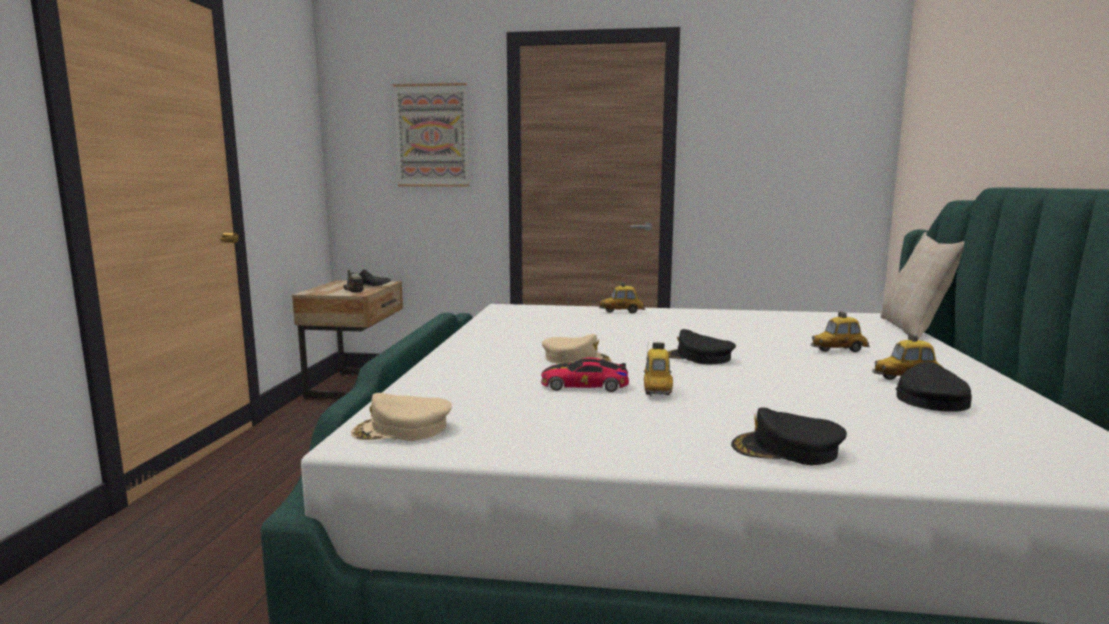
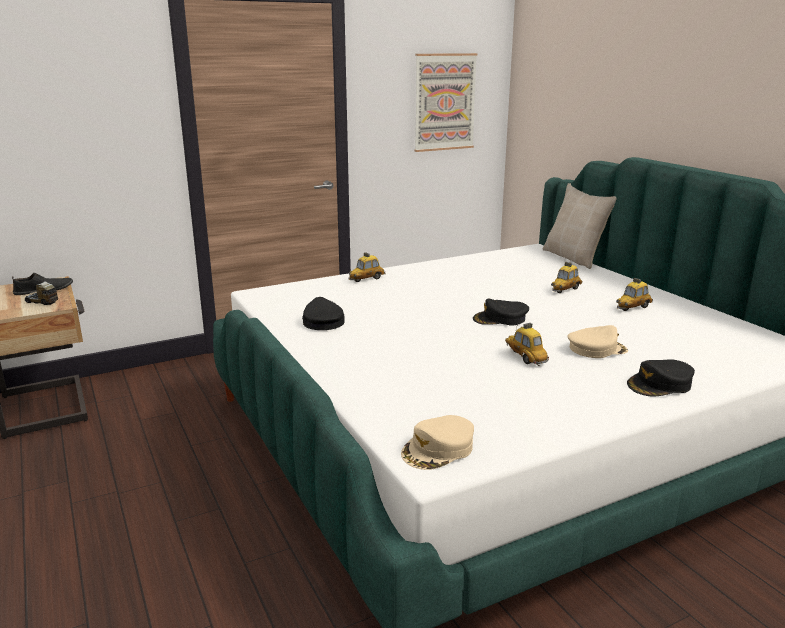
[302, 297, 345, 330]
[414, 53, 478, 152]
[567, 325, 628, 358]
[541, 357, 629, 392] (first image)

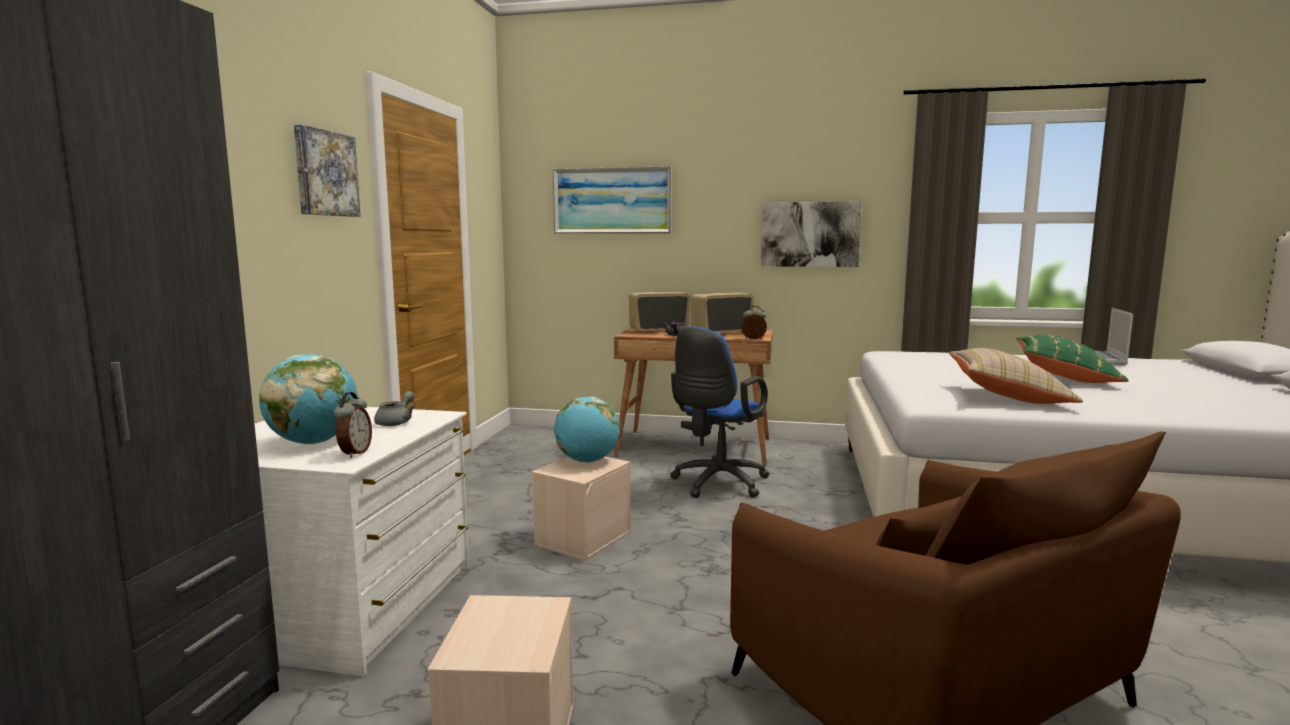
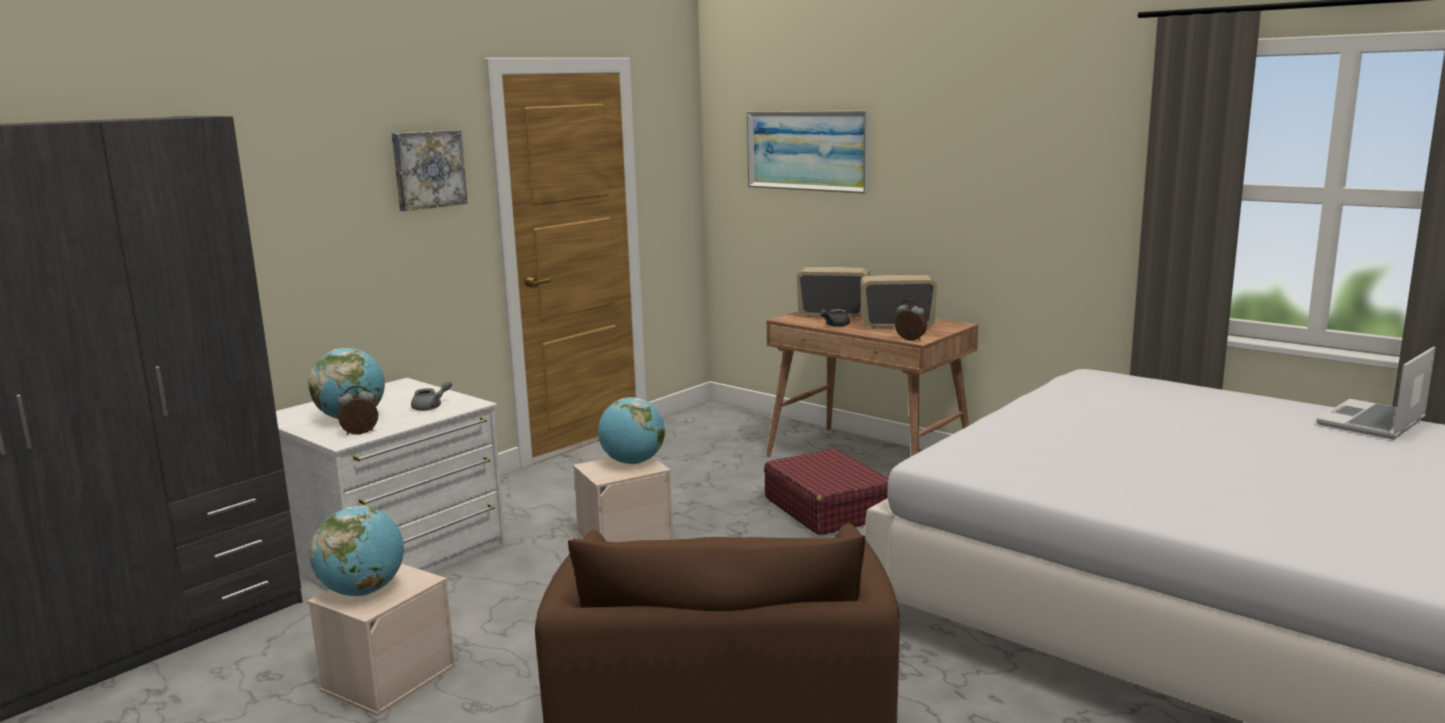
[310, 506, 404, 596]
[337, 386, 378, 435]
[764, 449, 889, 535]
[761, 201, 862, 267] (first image)
[949, 348, 1083, 404] (first image)
[1016, 334, 1129, 383] (first image)

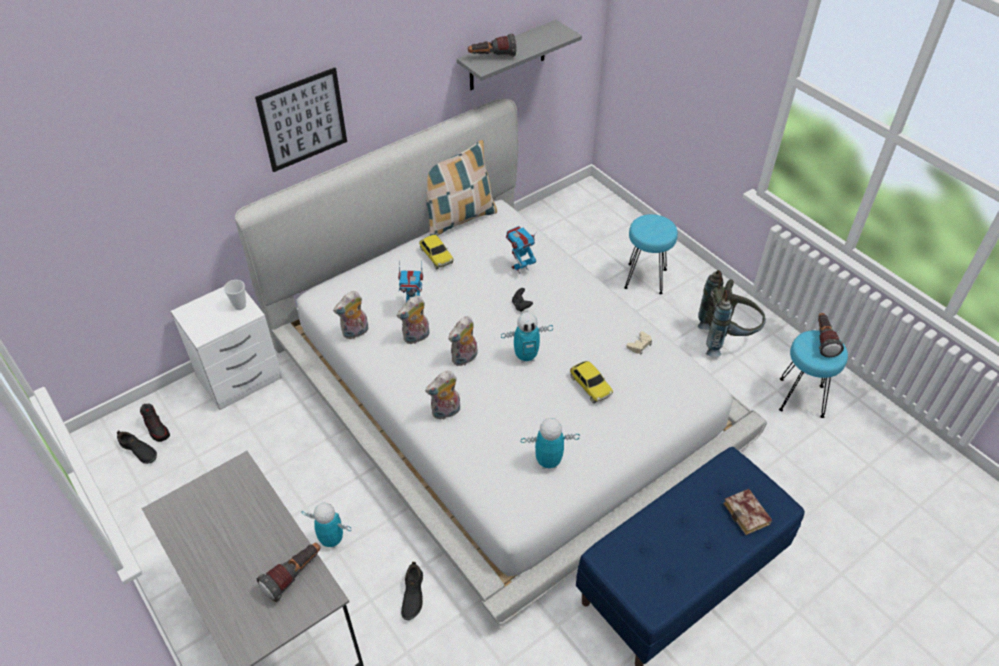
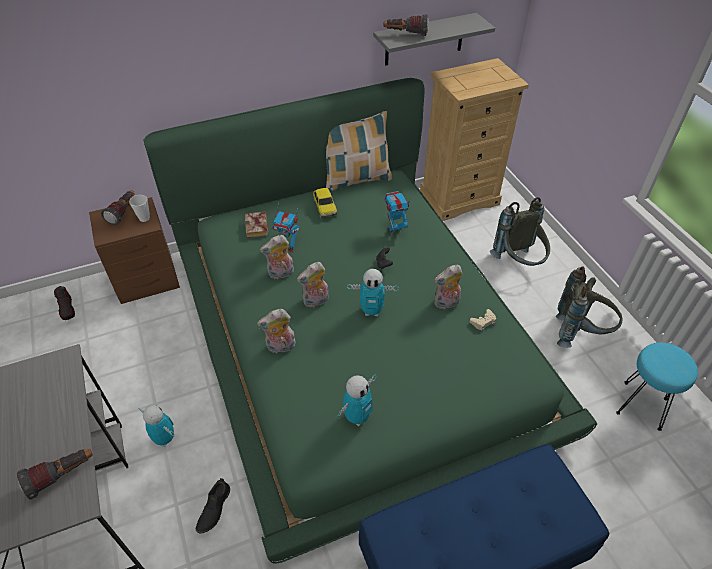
[89, 197, 180, 304]
[101, 190, 135, 225]
[143, 78, 597, 564]
[245, 212, 268, 238]
[338, 374, 377, 426]
[420, 58, 529, 221]
[434, 265, 462, 309]
[490, 197, 550, 266]
[117, 430, 157, 464] (first image)
[255, 67, 347, 172] (first image)
[570, 361, 613, 404] (first image)

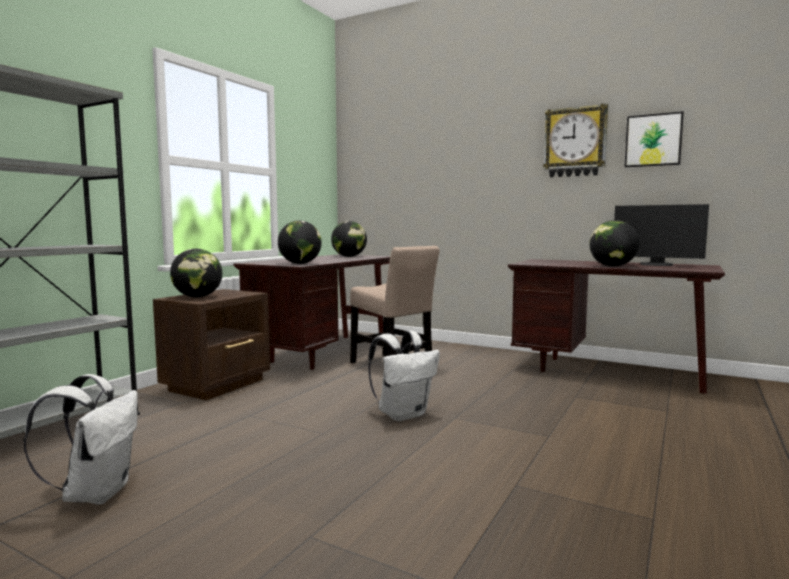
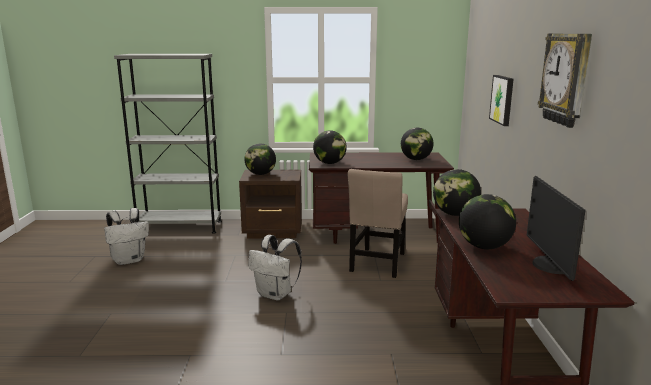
[433, 169, 481, 216]
[489, 75, 514, 126]

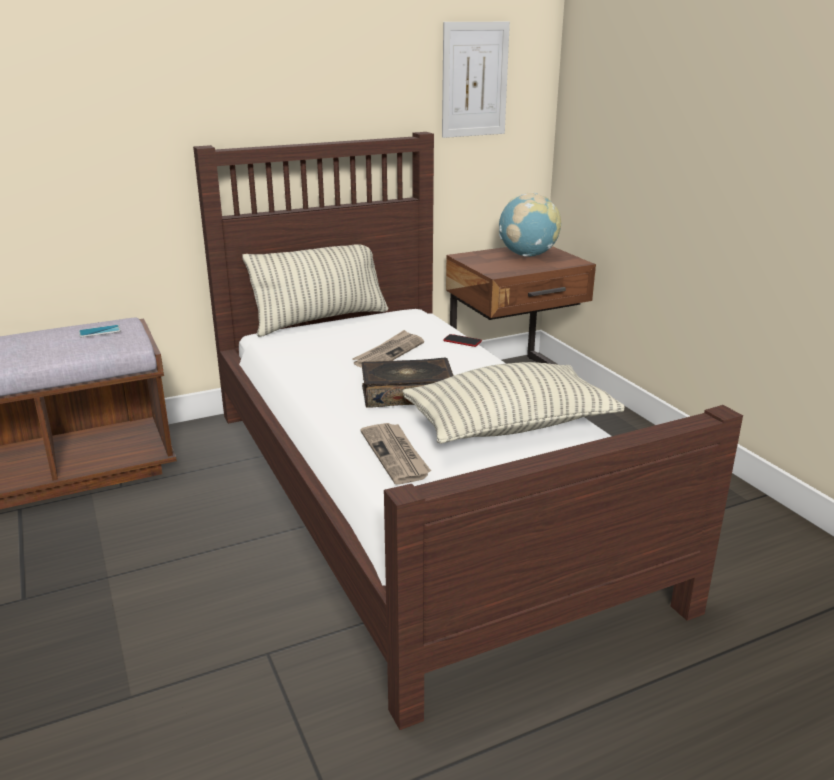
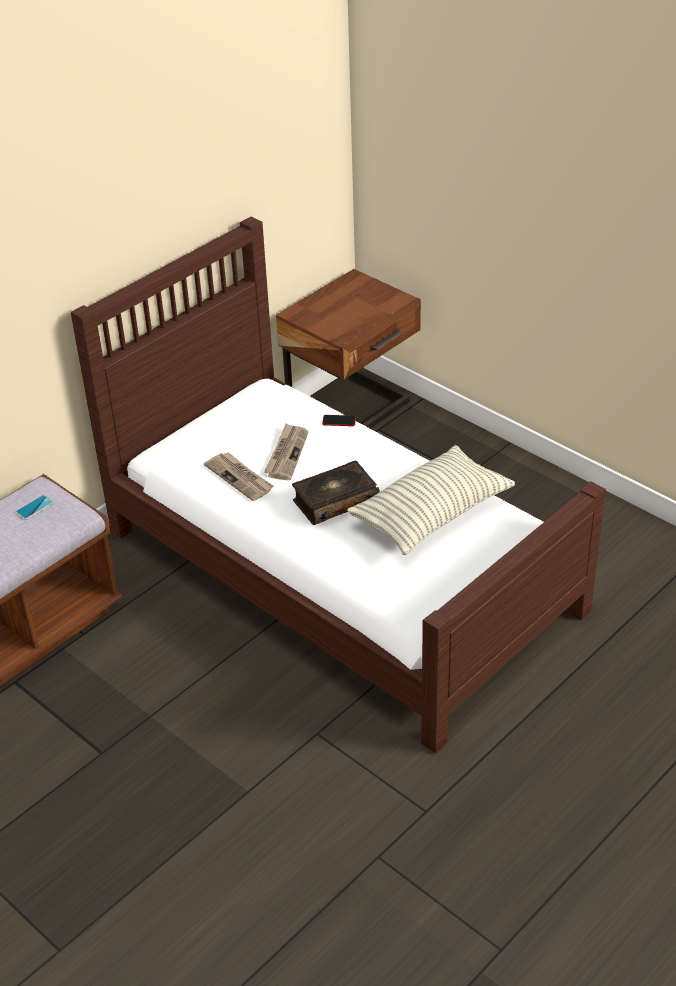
[204, 452, 273, 501]
[242, 244, 388, 337] (first image)
[442, 22, 510, 138] (first image)
[499, 193, 561, 257] (first image)

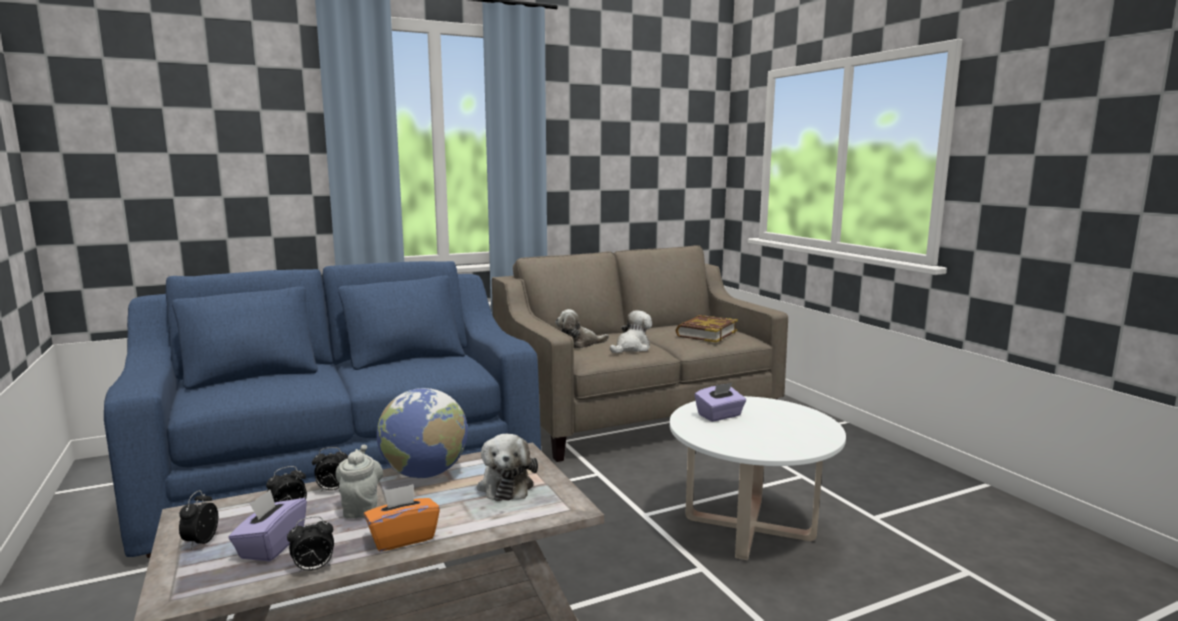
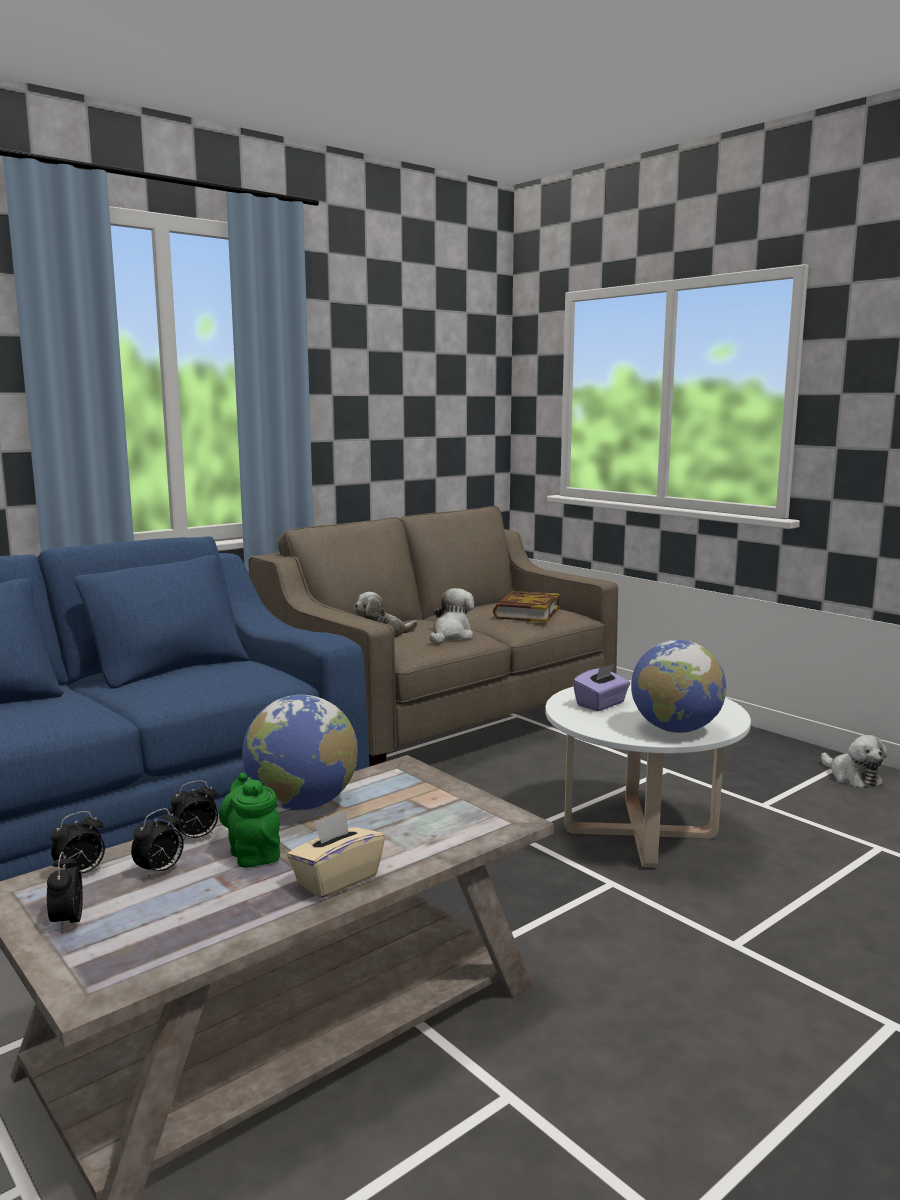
[51, 811, 105, 874]
[219, 773, 280, 868]
[287, 810, 385, 898]
[631, 640, 726, 733]
[821, 735, 888, 788]
[228, 490, 307, 562] (first image)

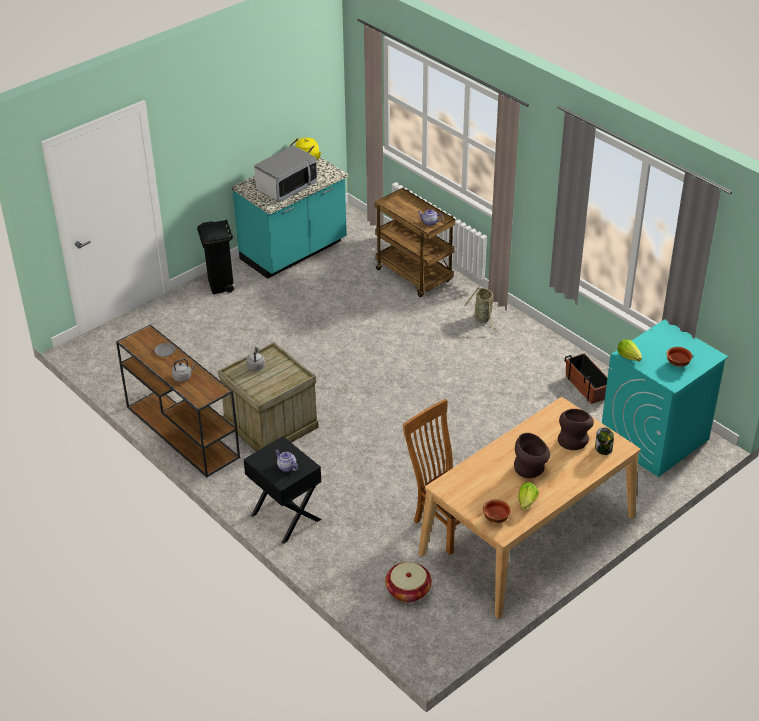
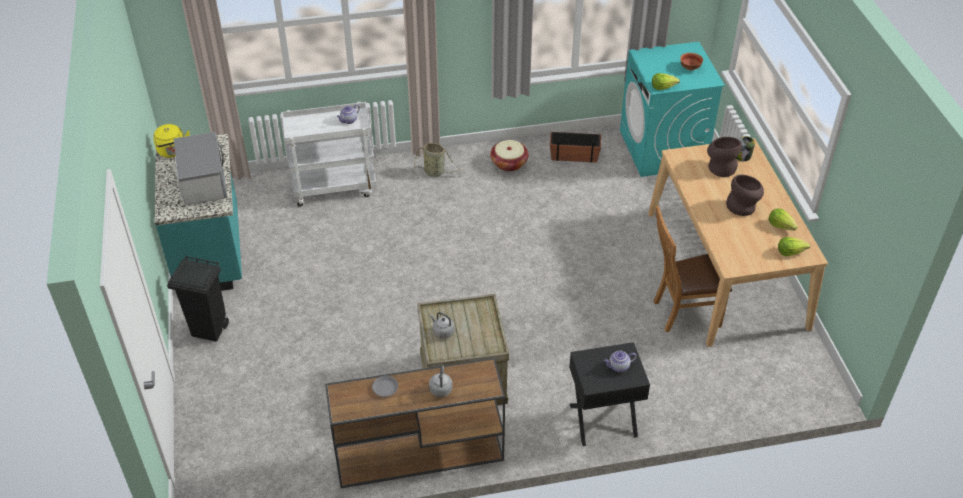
[281, 102, 377, 207]
[490, 140, 528, 171]
[778, 237, 810, 256]

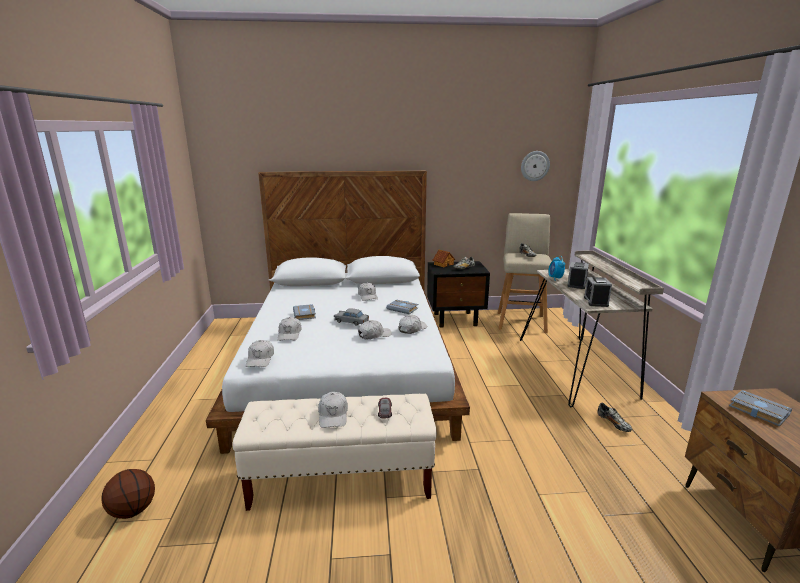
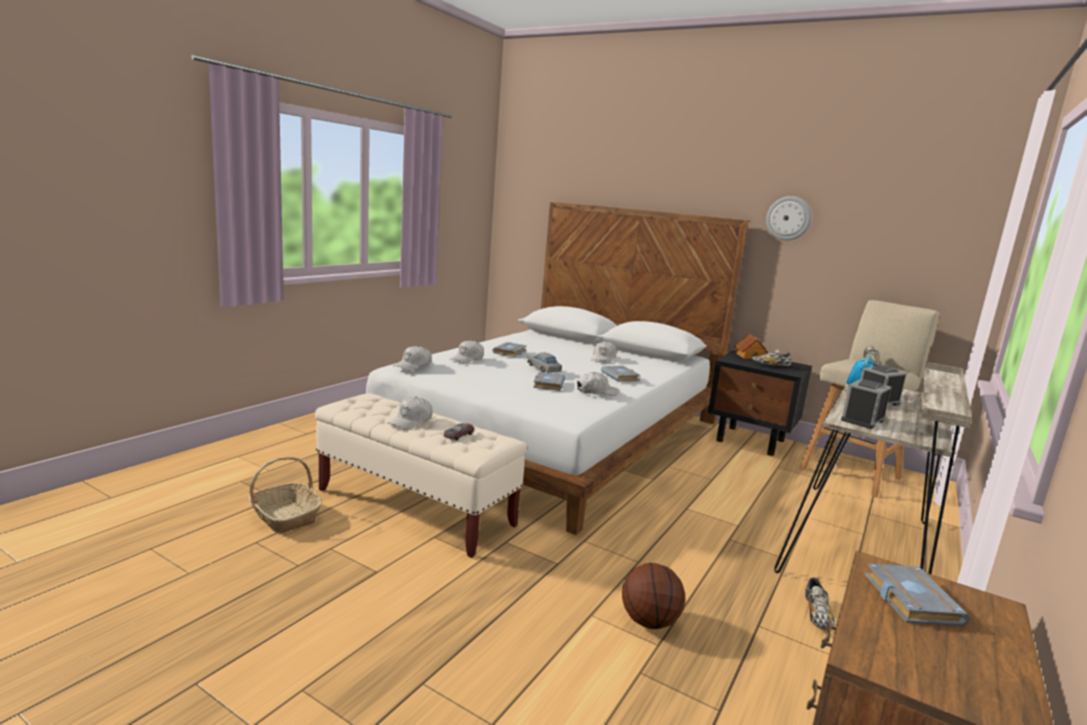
[249, 457, 322, 533]
[533, 372, 565, 391]
[622, 563, 685, 629]
[766, 196, 812, 241]

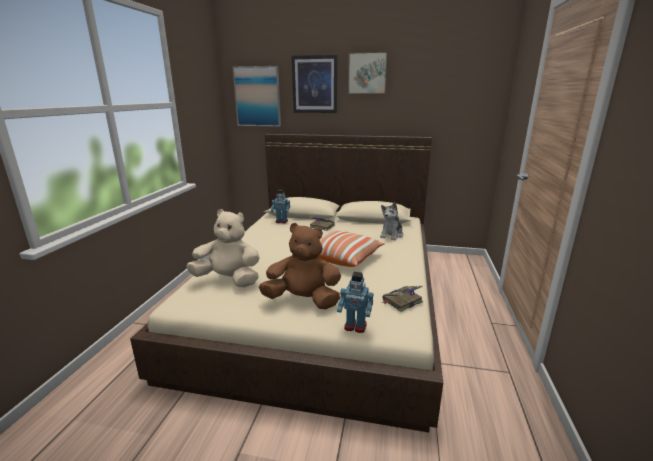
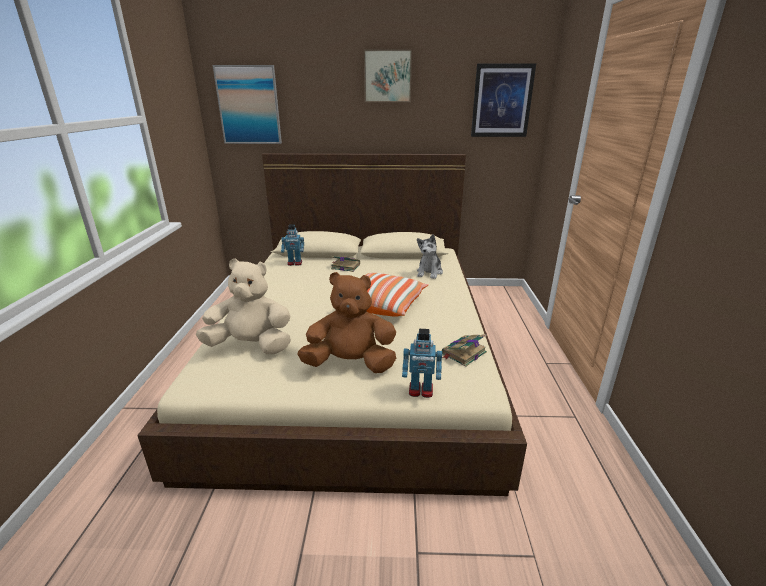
[471, 64, 536, 137]

